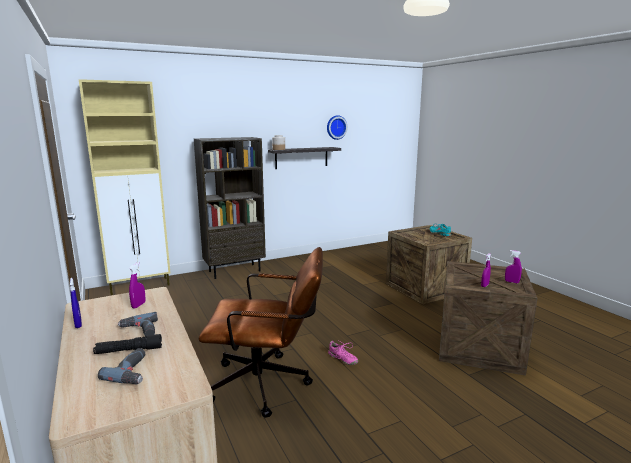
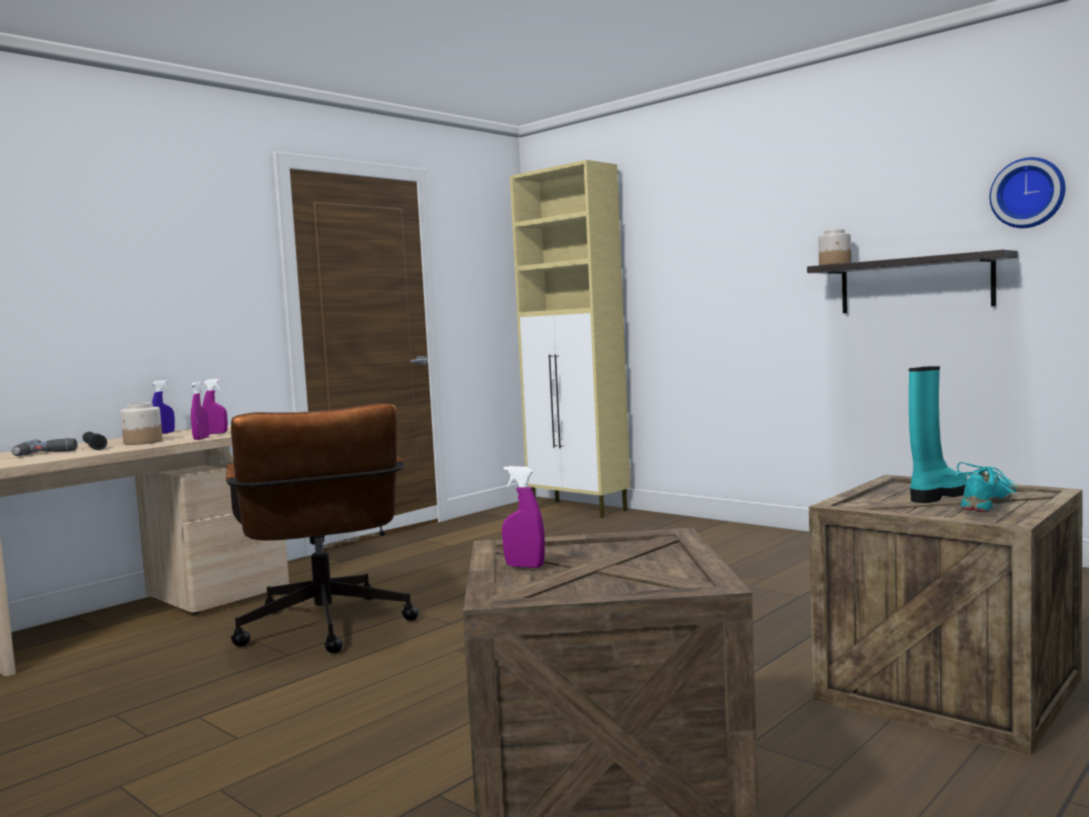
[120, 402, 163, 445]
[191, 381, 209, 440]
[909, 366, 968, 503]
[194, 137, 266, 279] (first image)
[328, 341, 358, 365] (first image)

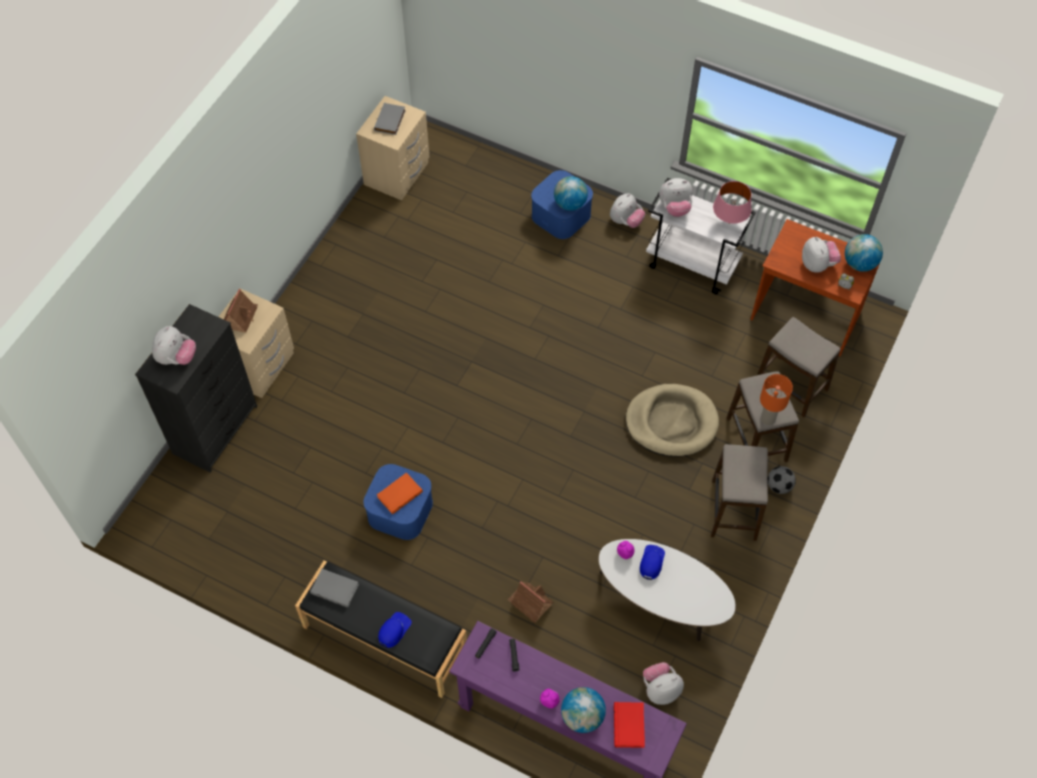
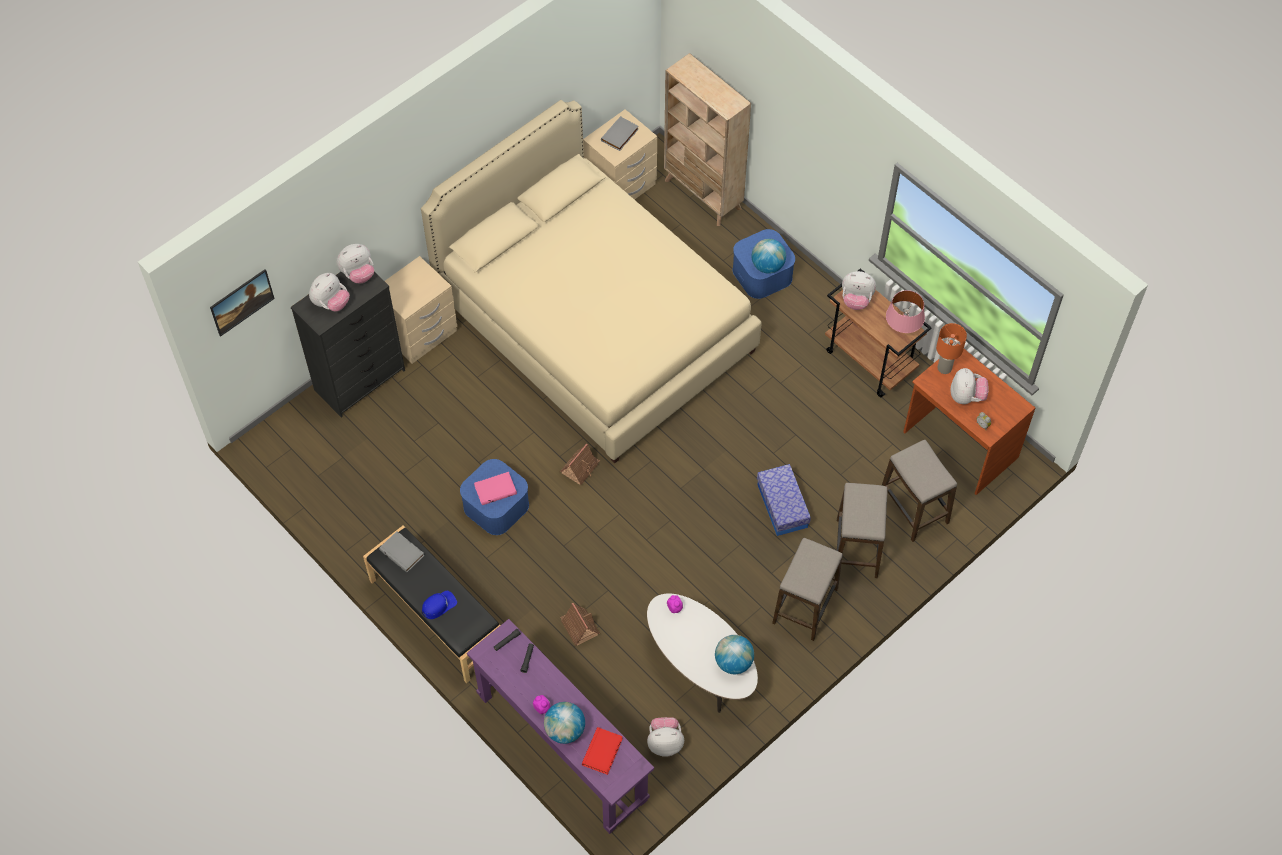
[210, 269, 275, 337]
[336, 244, 374, 283]
[421, 100, 762, 463]
[474, 472, 517, 505]
[560, 443, 600, 485]
[664, 53, 751, 226]
[715, 635, 754, 674]
[757, 464, 811, 536]
[825, 268, 932, 397]
[936, 323, 967, 374]
[640, 545, 665, 580] (first image)
[768, 466, 796, 494] (first image)

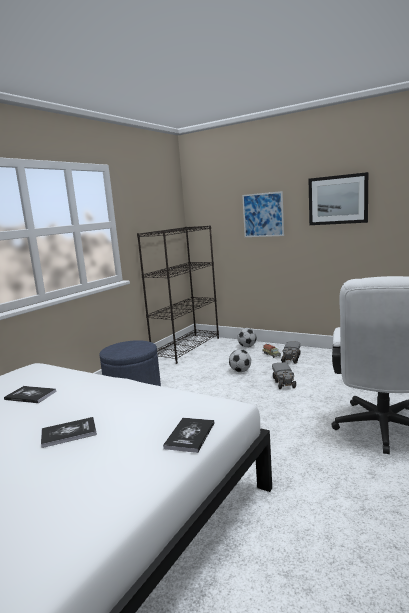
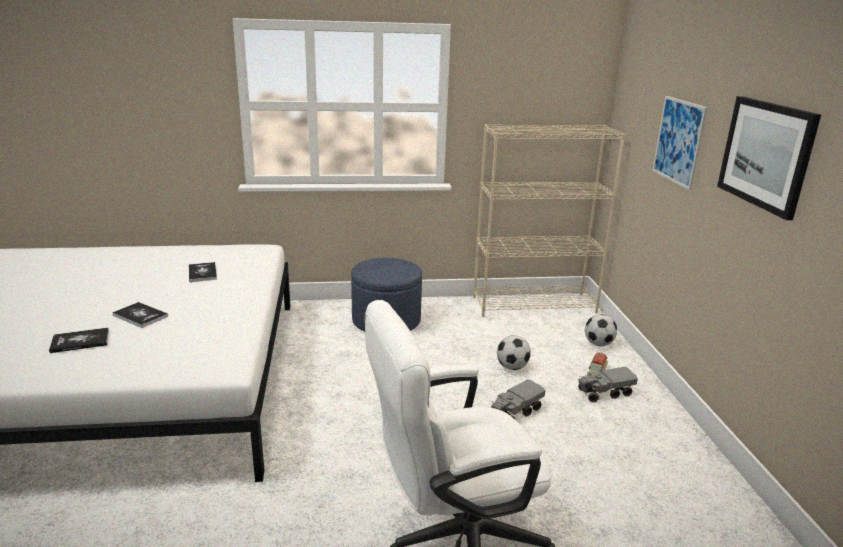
[49, 327, 109, 353]
[473, 124, 625, 317]

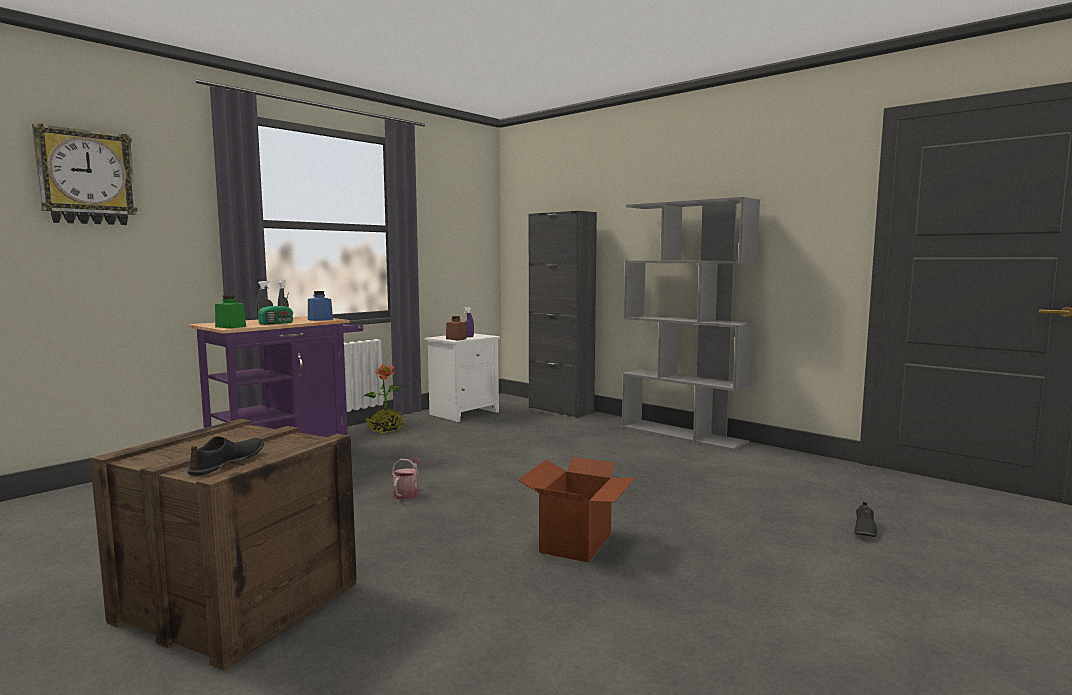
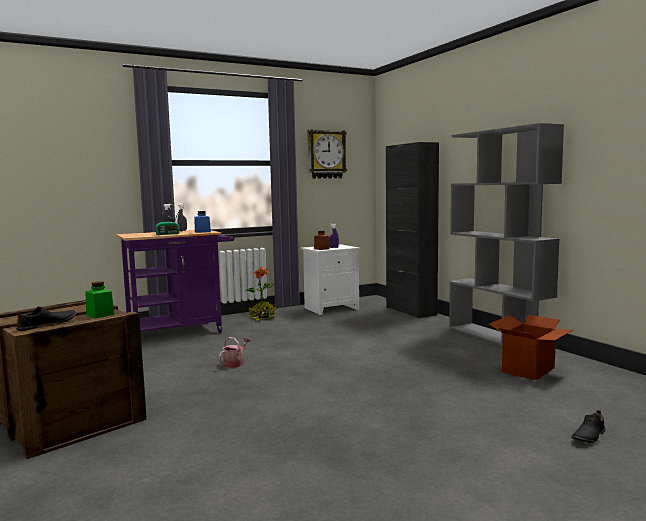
[85, 281, 114, 319]
[307, 129, 347, 179]
[489, 315, 573, 380]

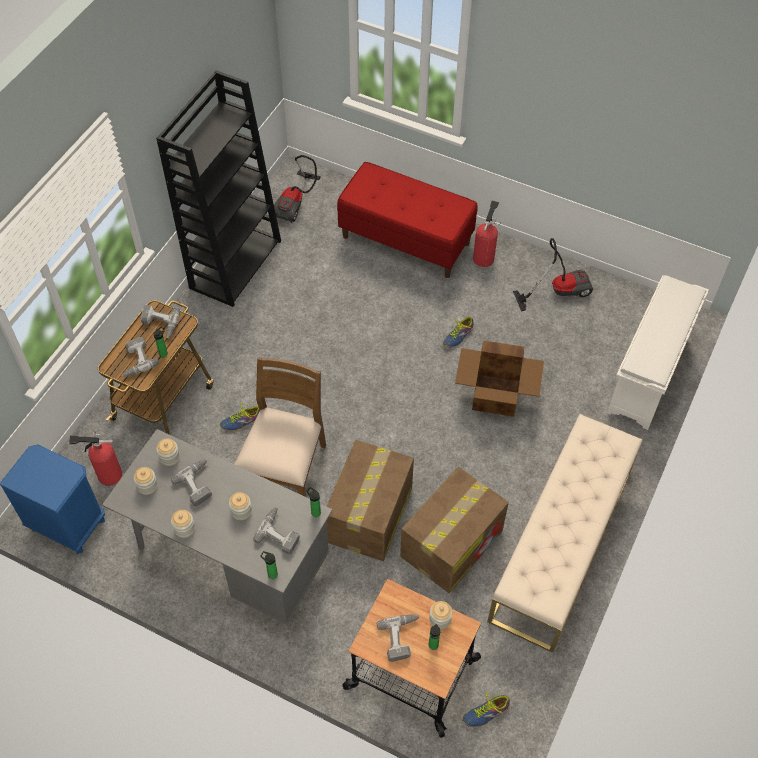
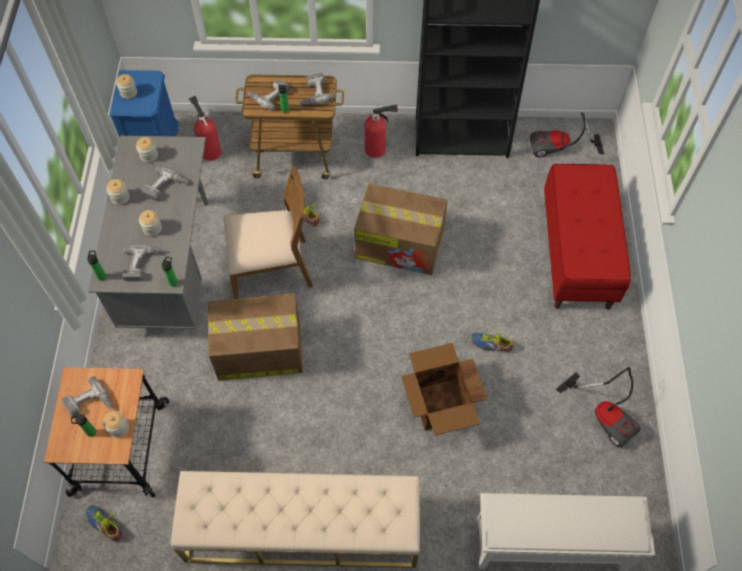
[116, 74, 137, 99]
[354, 183, 448, 275]
[362, 104, 398, 158]

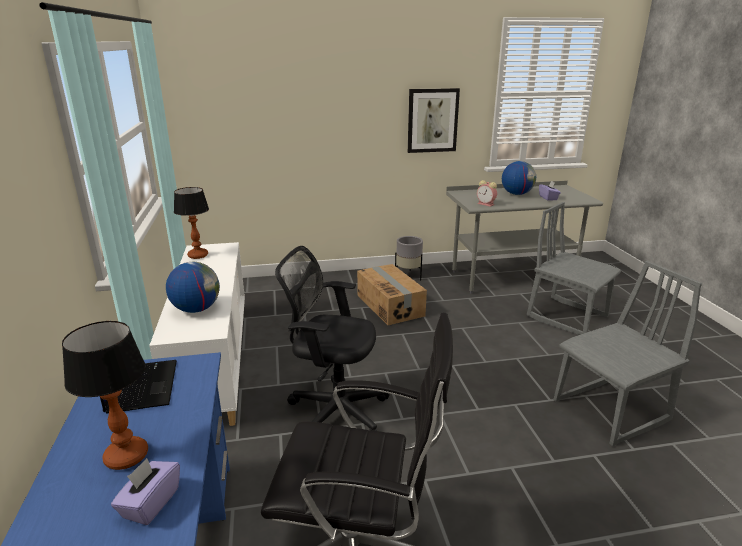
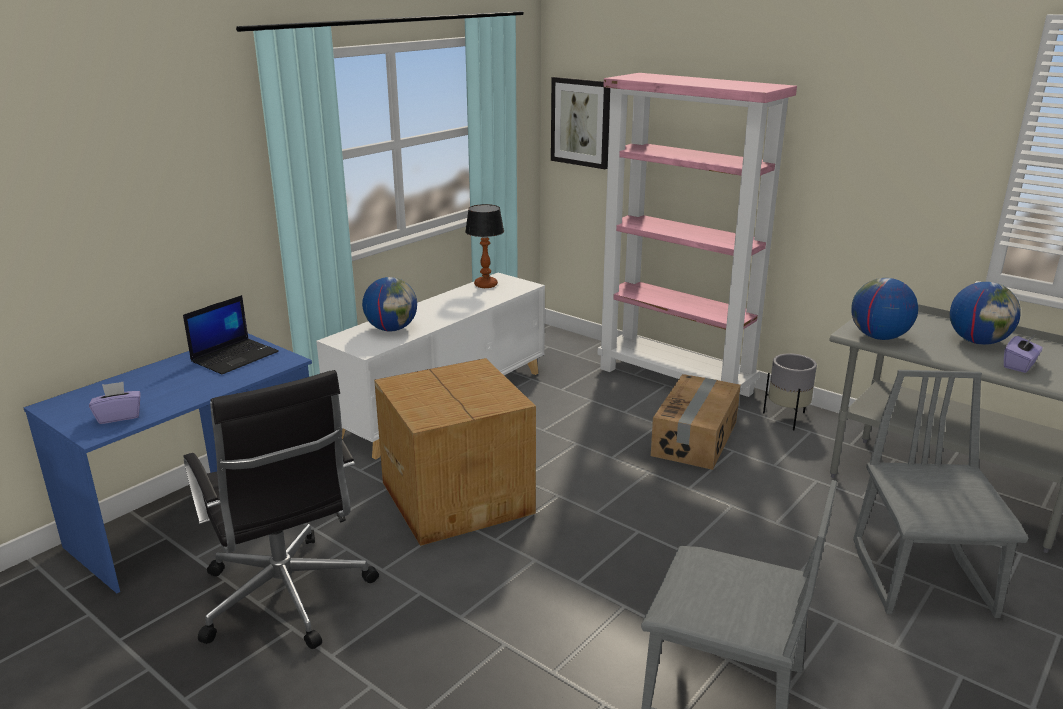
[374, 358, 536, 546]
[551, 77, 610, 169]
[597, 73, 797, 397]
[851, 278, 918, 340]
[62, 321, 148, 470] (first image)

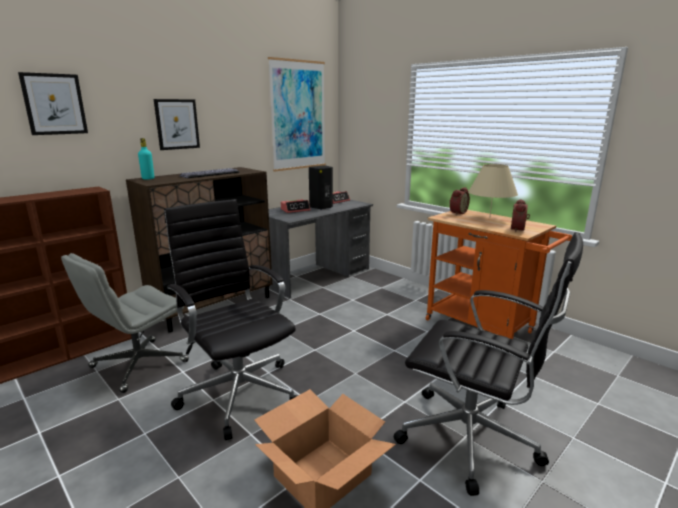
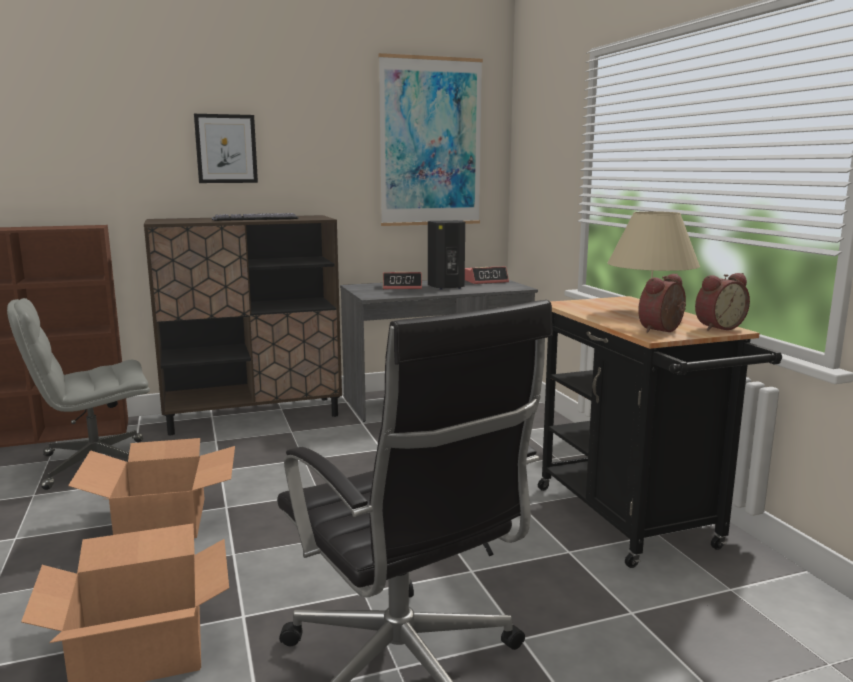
[68, 438, 235, 538]
[538, 296, 782, 568]
[695, 273, 750, 331]
[18, 72, 88, 135] (first image)
[138, 138, 154, 180] (first image)

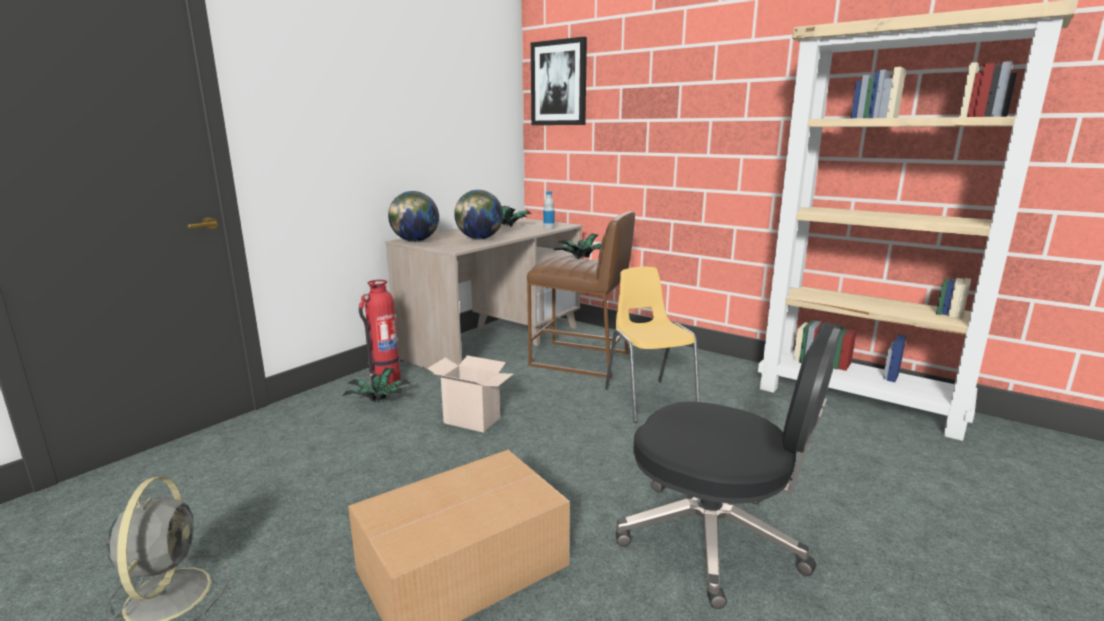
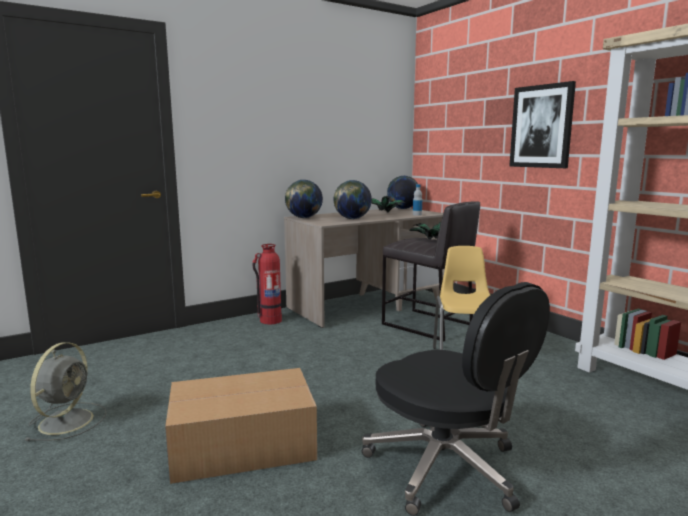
[382, 201, 480, 341]
[387, 176, 418, 209]
[510, 81, 576, 168]
[342, 368, 410, 402] (first image)
[427, 355, 513, 433] (first image)

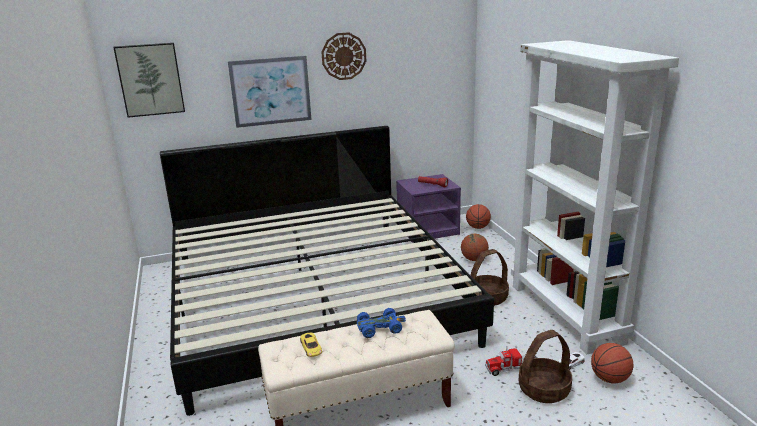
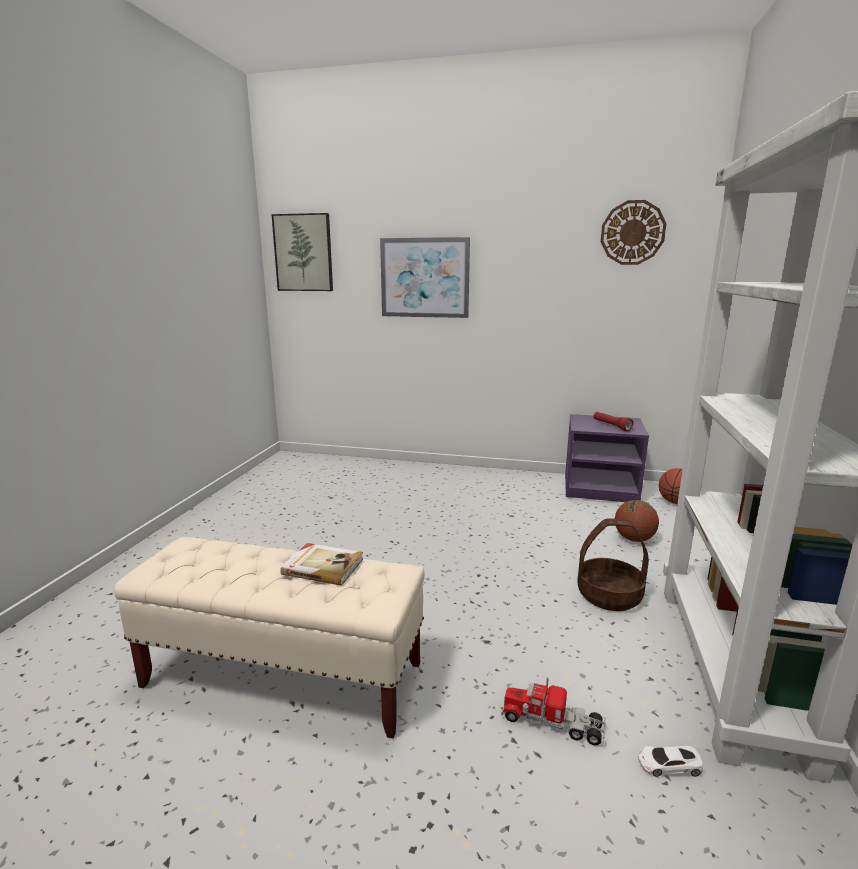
[280, 543, 363, 586]
[601, 200, 666, 265]
[160, 126, 494, 416] (first image)
[300, 333, 322, 357] (first image)
[518, 330, 572, 403] (first image)
[591, 343, 633, 383] (first image)

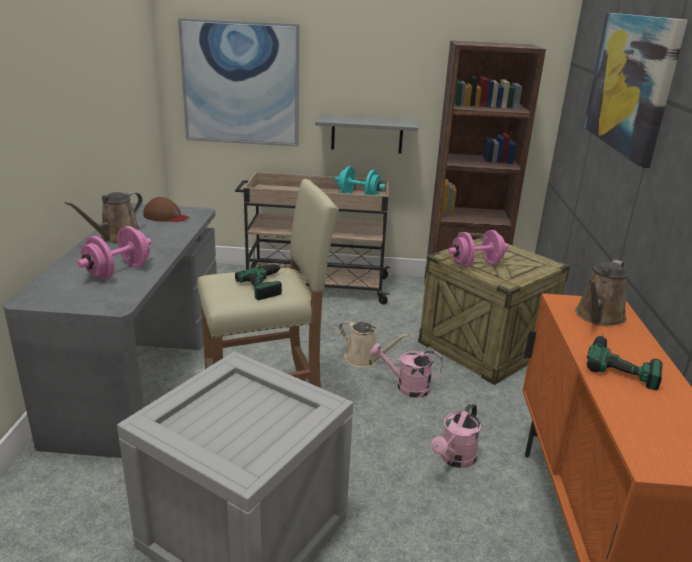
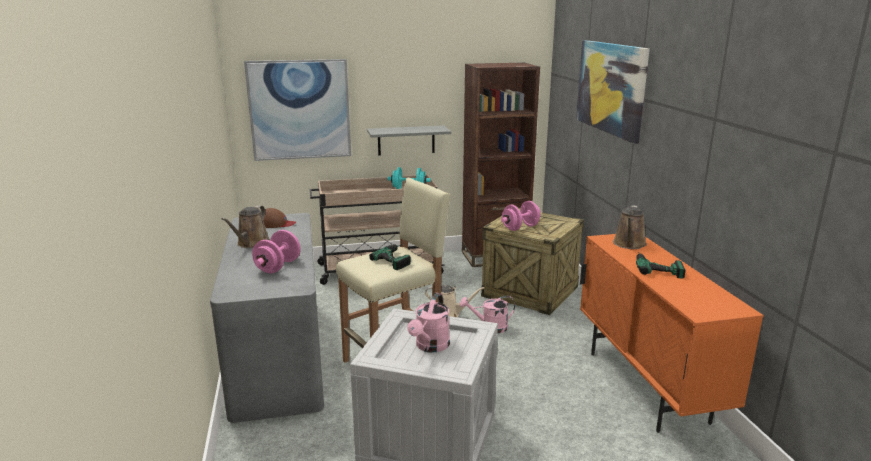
[407, 293, 450, 352]

